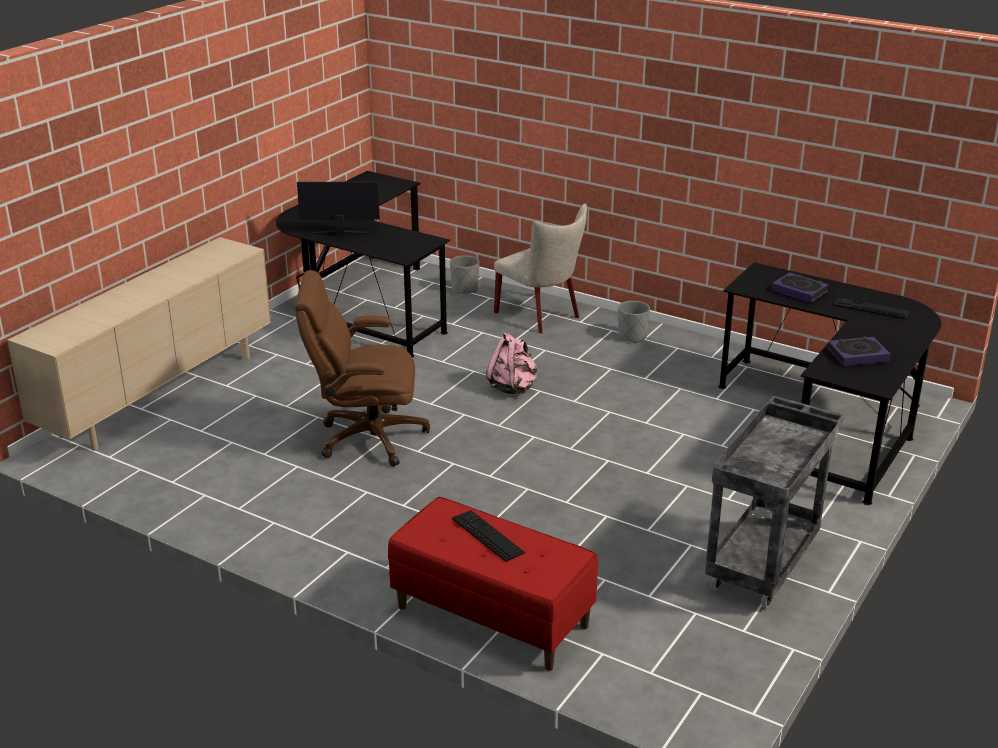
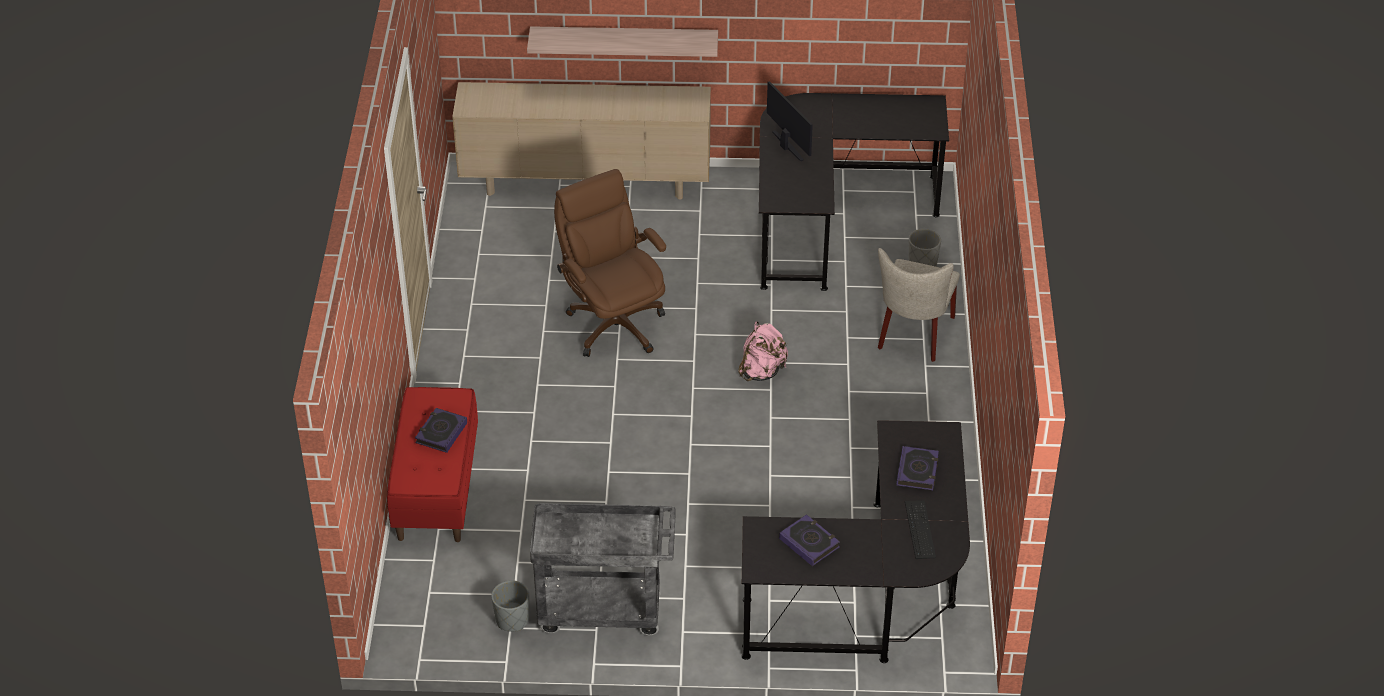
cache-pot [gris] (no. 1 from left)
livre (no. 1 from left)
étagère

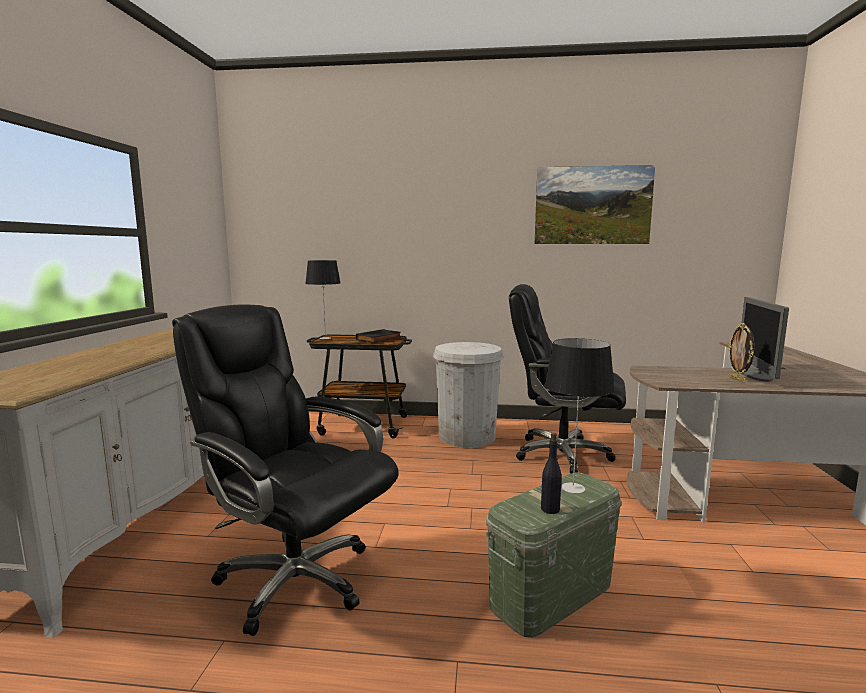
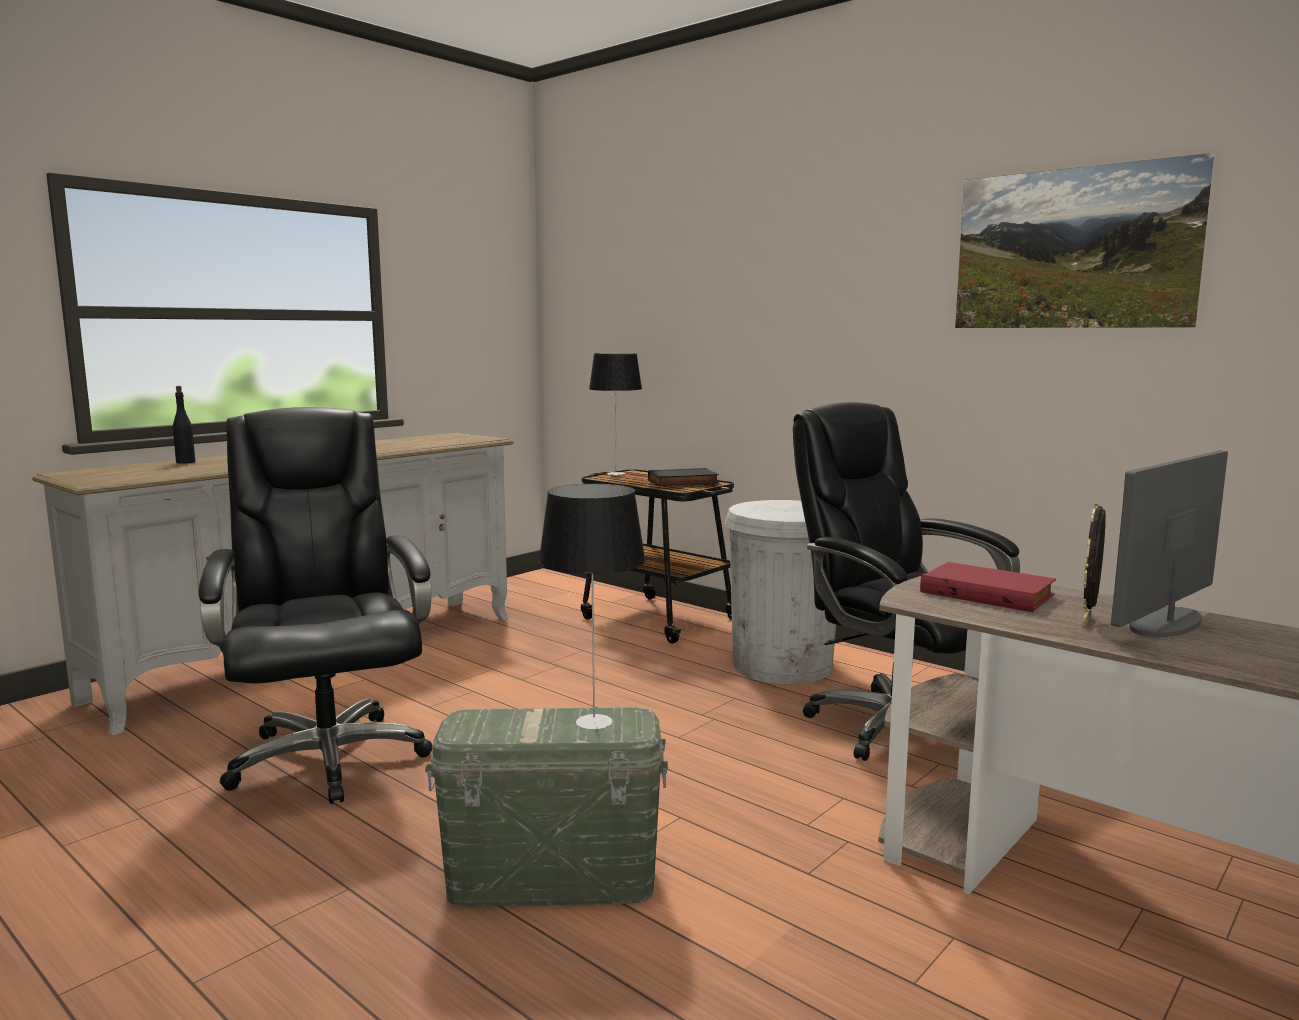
bouteille [noir]
livre [rouge]

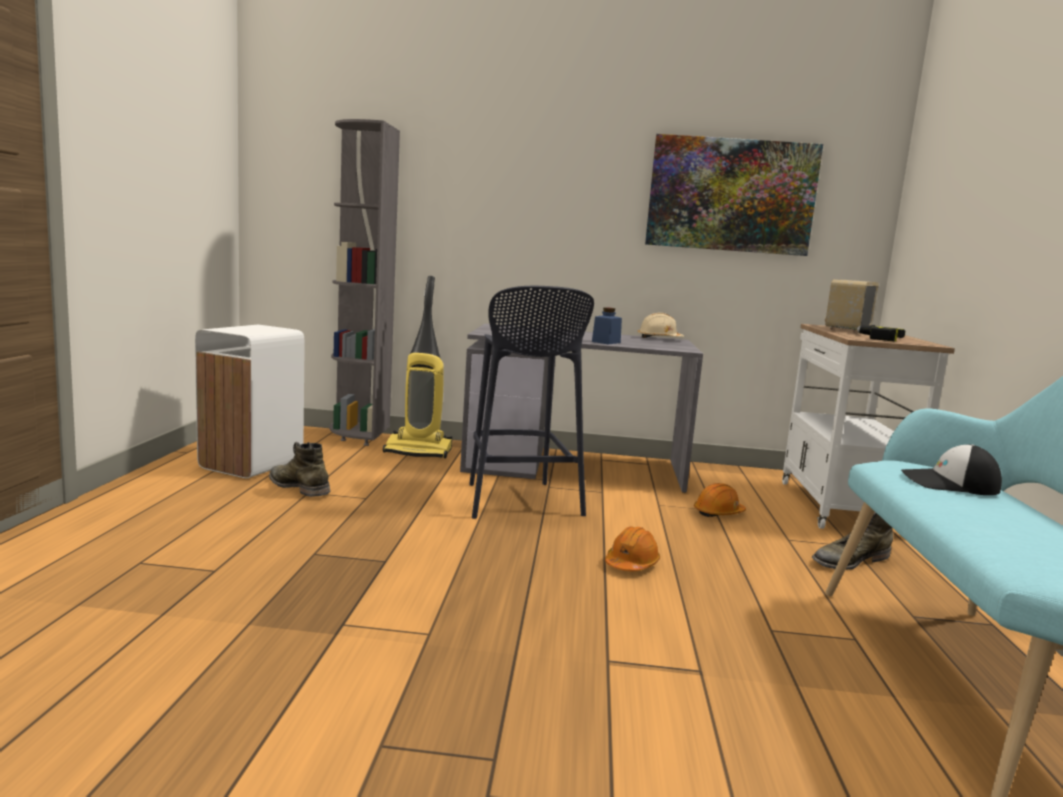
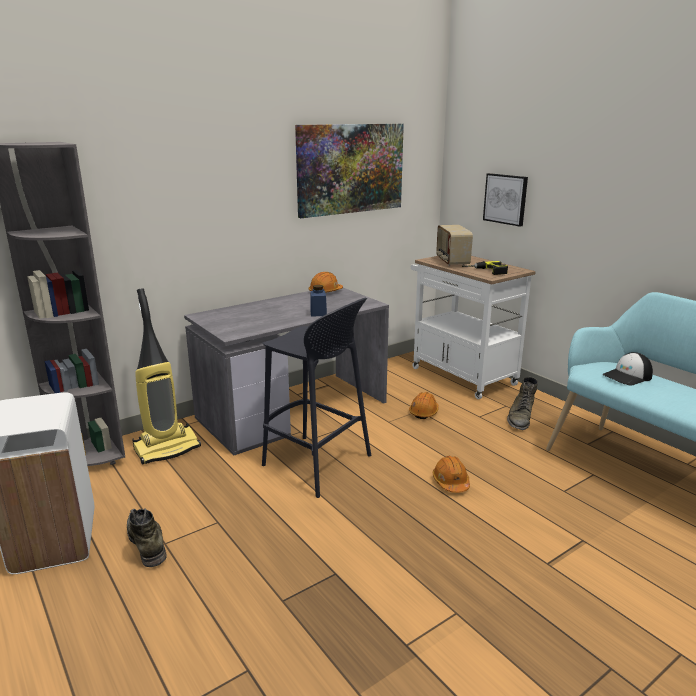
casque de chantier [orange] (no. 1 from left)
botte [vert] (no. 1 from left)
tableau (no. 2 from left)

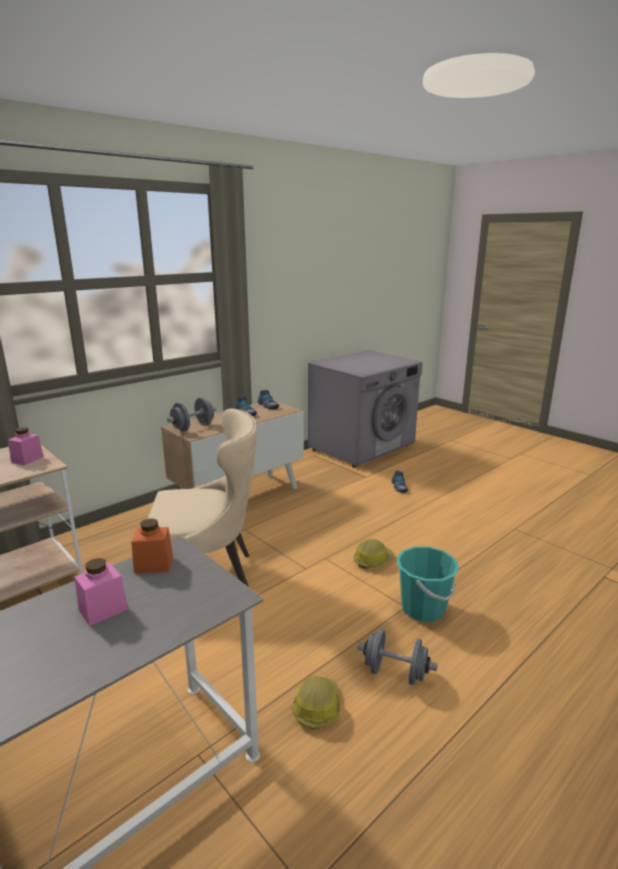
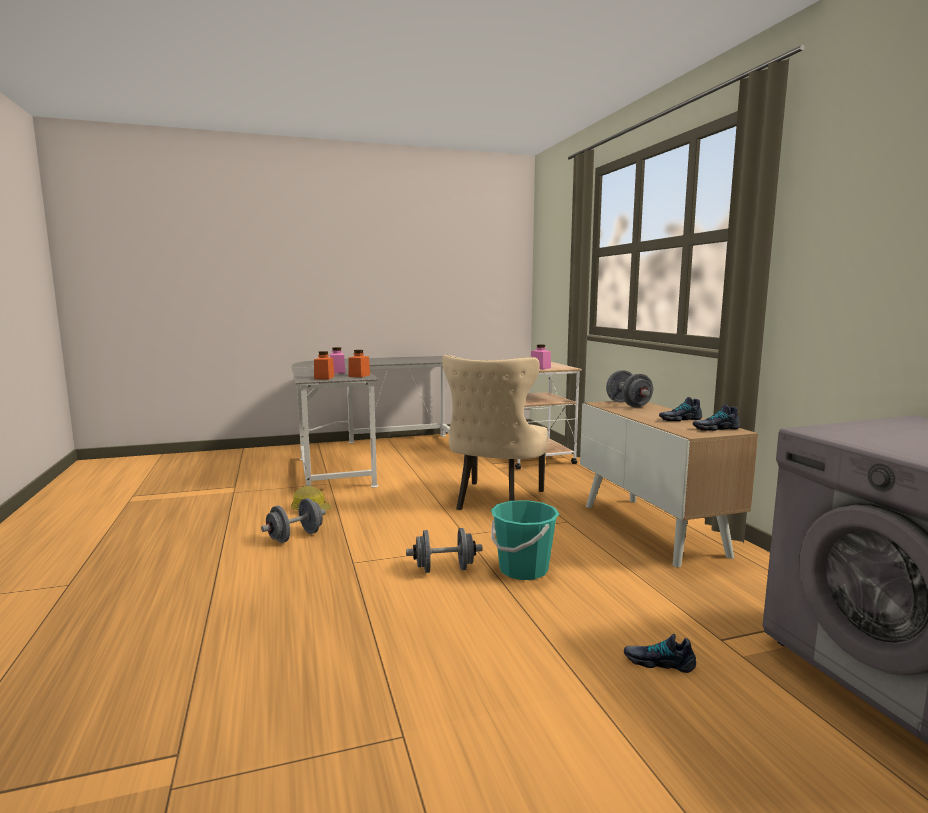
haltère [gris] (no. 2 from left)
seau [turquoise]
bocal [orange] (no. 1 from left)

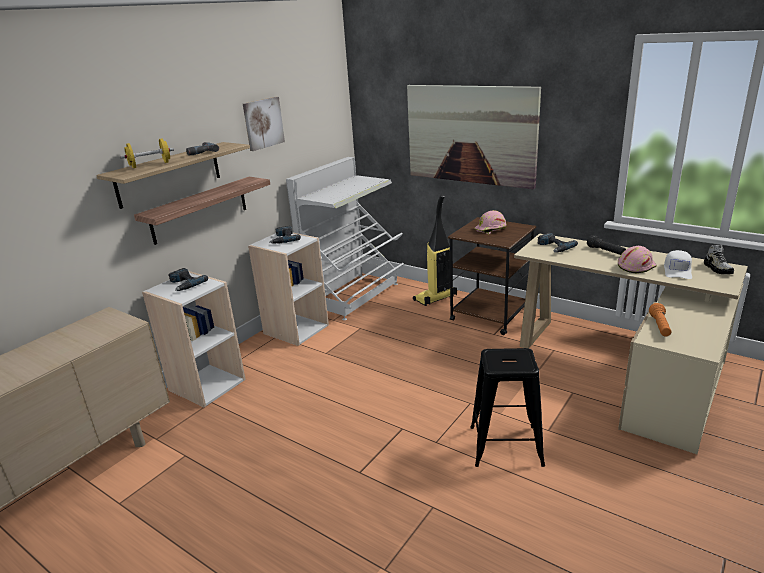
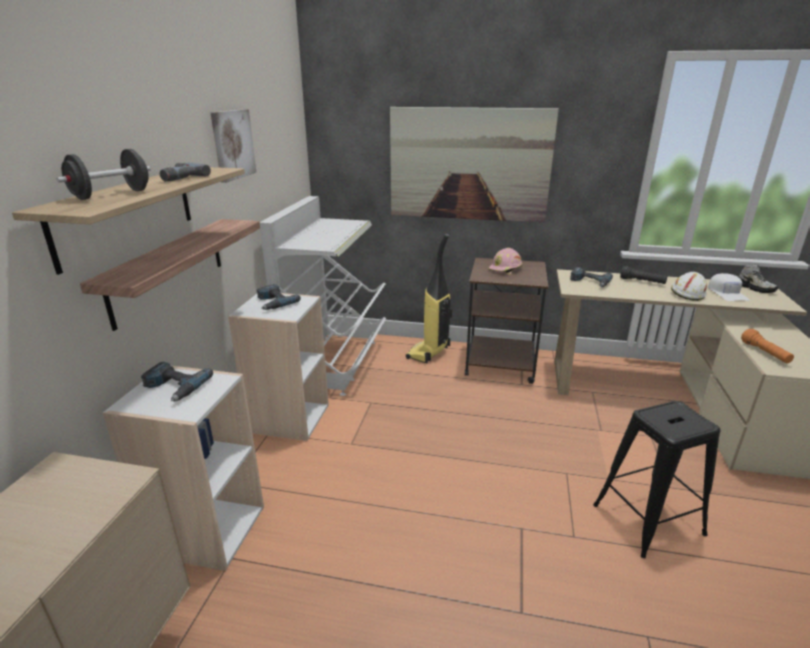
haltère [noir]
casque de chantier [blanc]

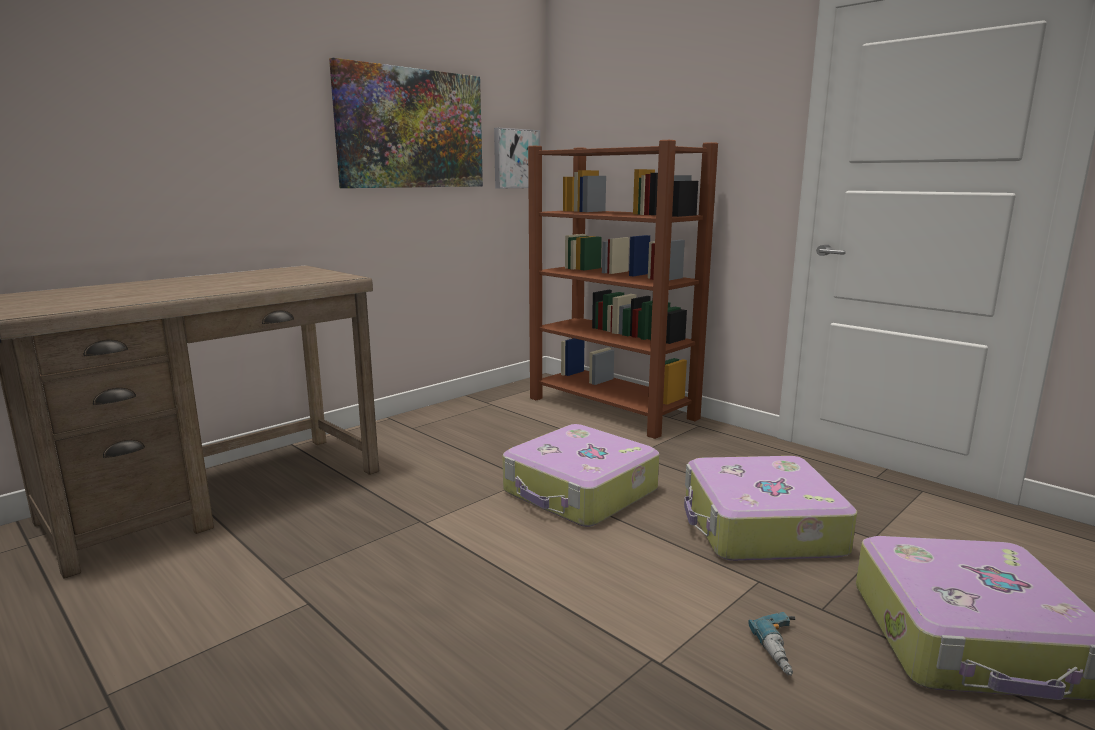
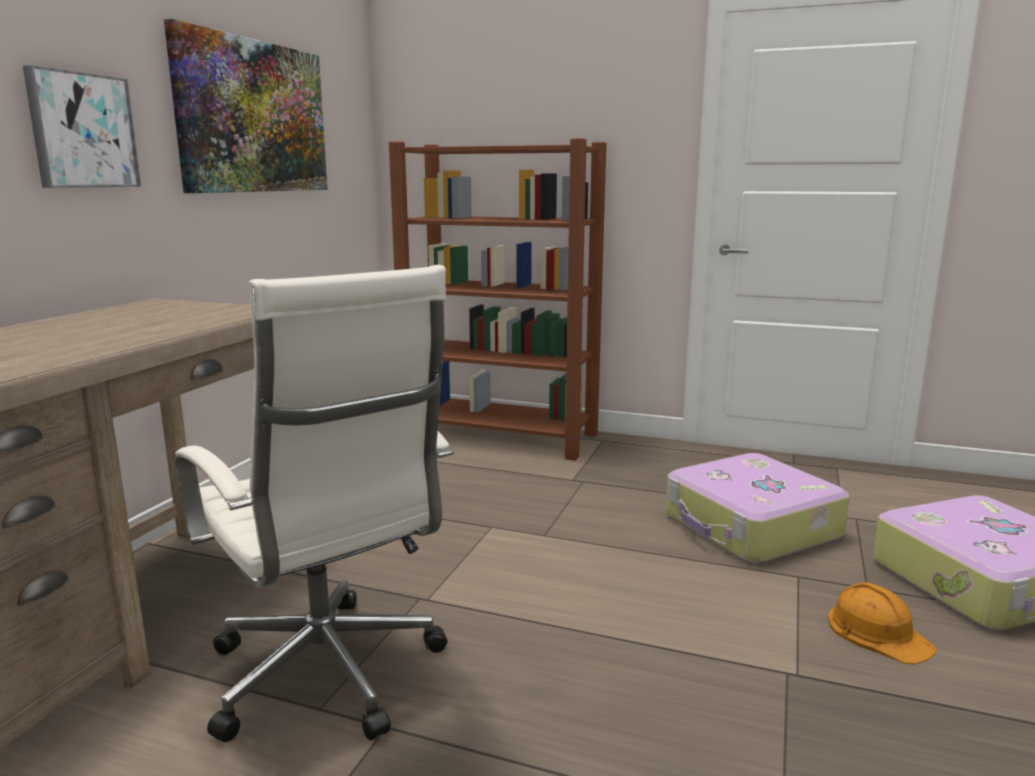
tableau (no. 1 from left)
valise (no. 1 from left in the first image)
casque de chantier [orange]
chaise de bureau [blanc]

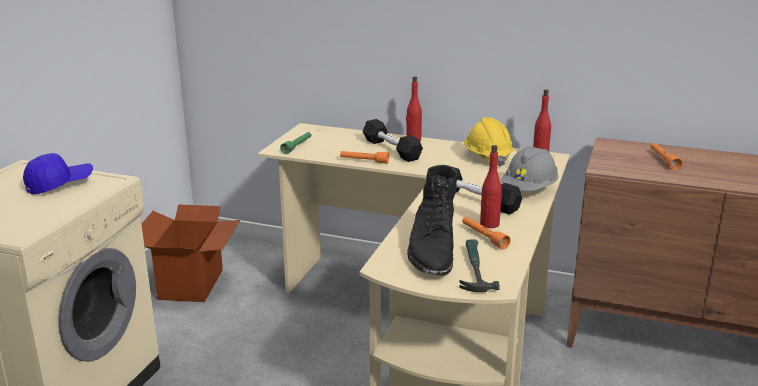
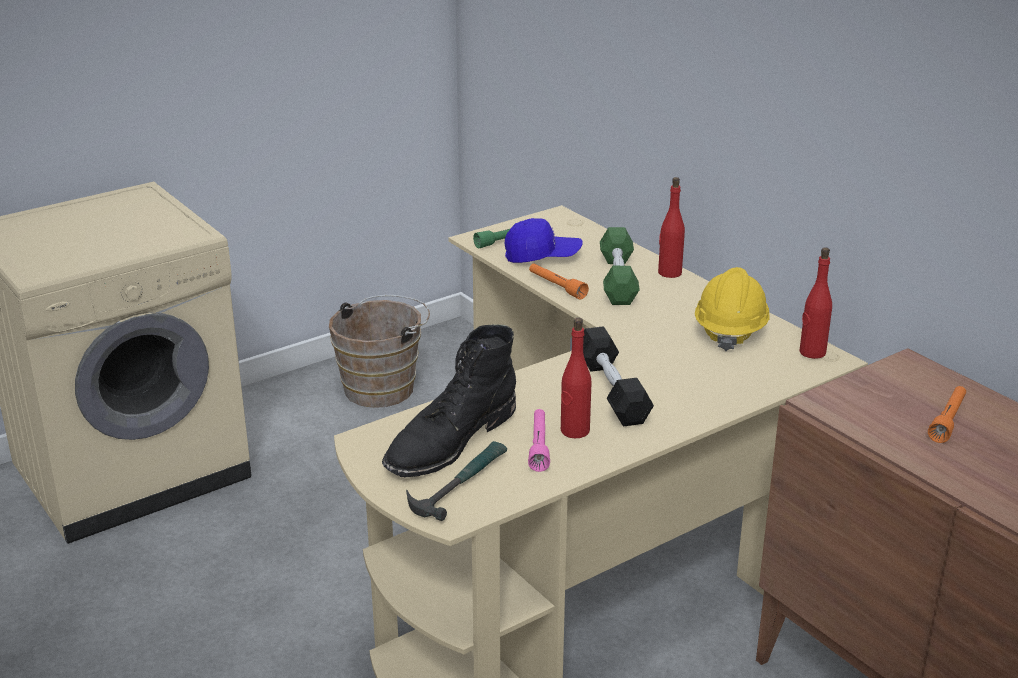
haltère [vert]
casque de chantier [gris]
casquette [bleu]
seau [marron]
lampe de poche [rose]

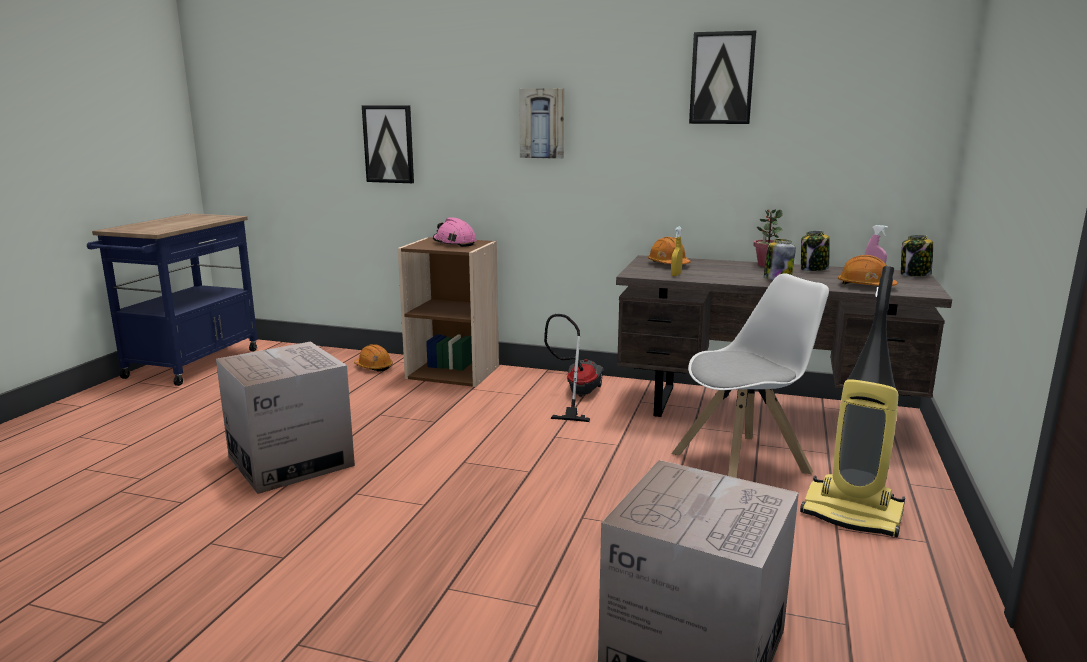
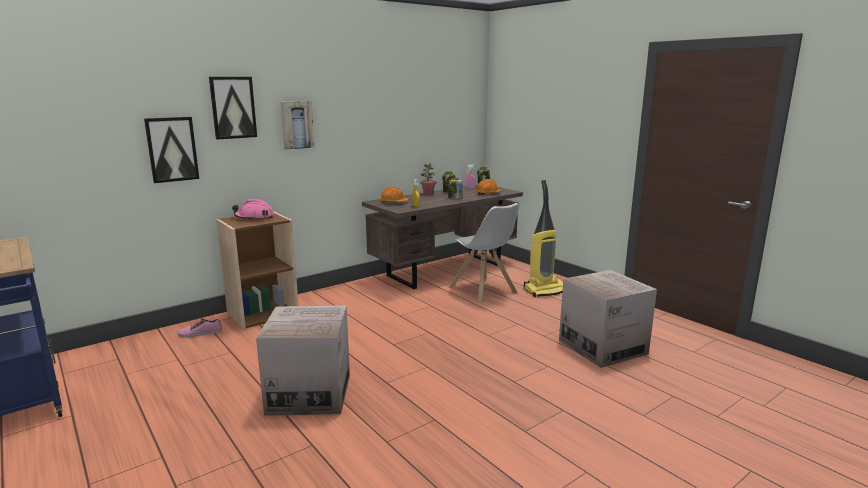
tableau (no. 2 from left)
chaise
aspirateur (no. 1 from left in the first image)
chaussure

